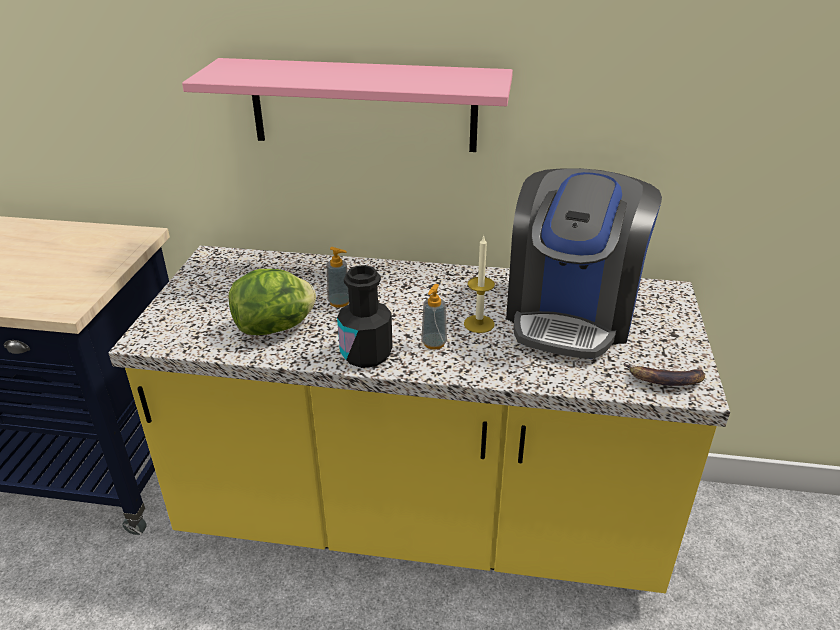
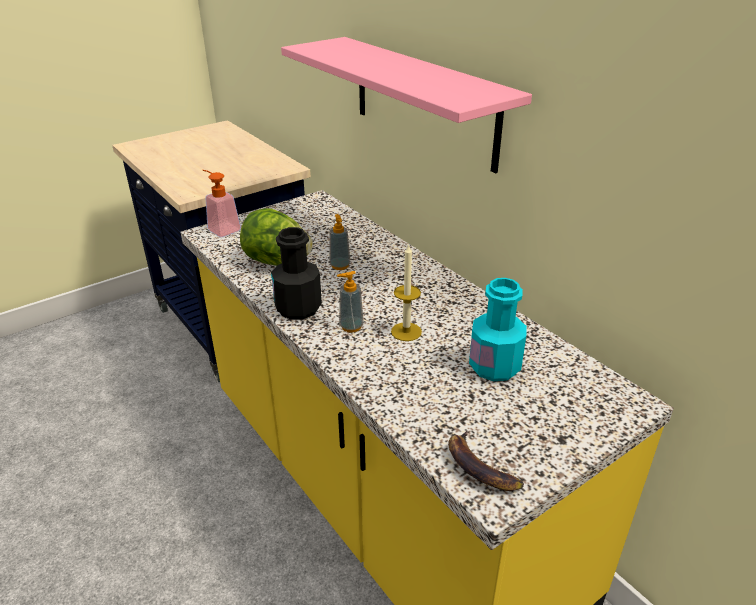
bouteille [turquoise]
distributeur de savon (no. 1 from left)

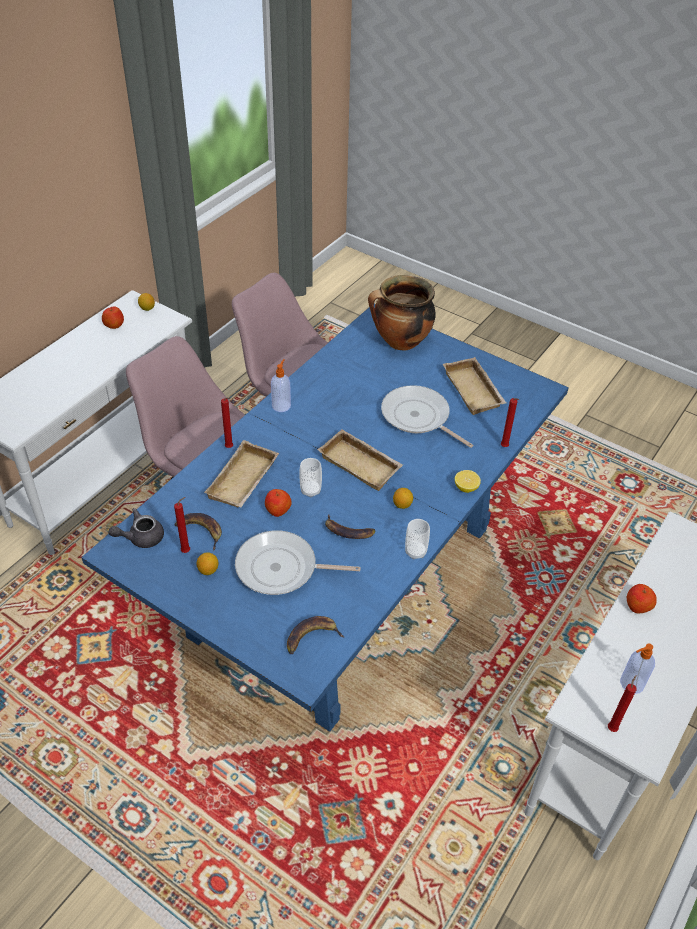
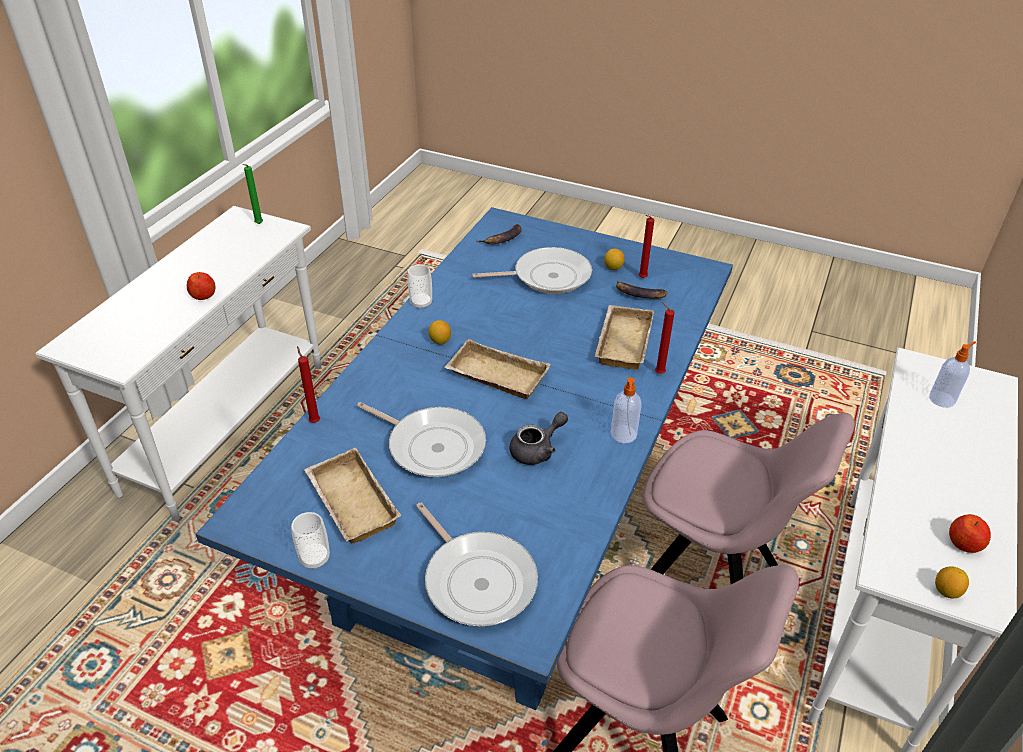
poêle (no. 2 from left)
tasse (no. 1 from left)
citron (no. 4 from left in the first image)
pomme (no. 2 from left in the first image)
théière [gris]
banane (no. 3 from left in the first image)
distributeur de savon (no. 2 from left)
bougie [vert]

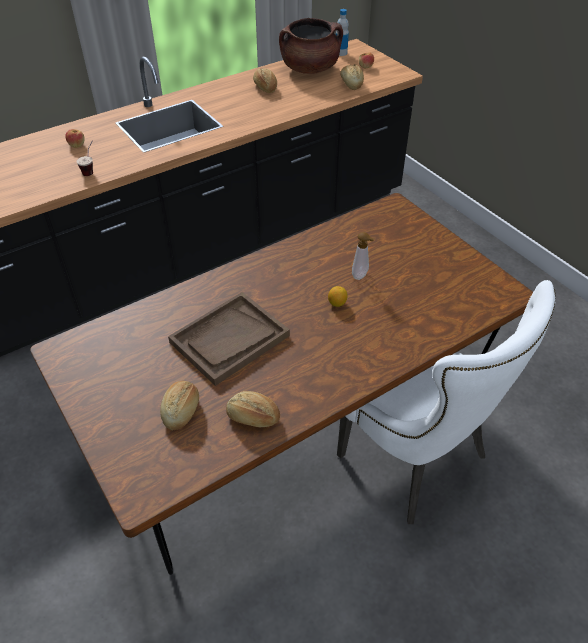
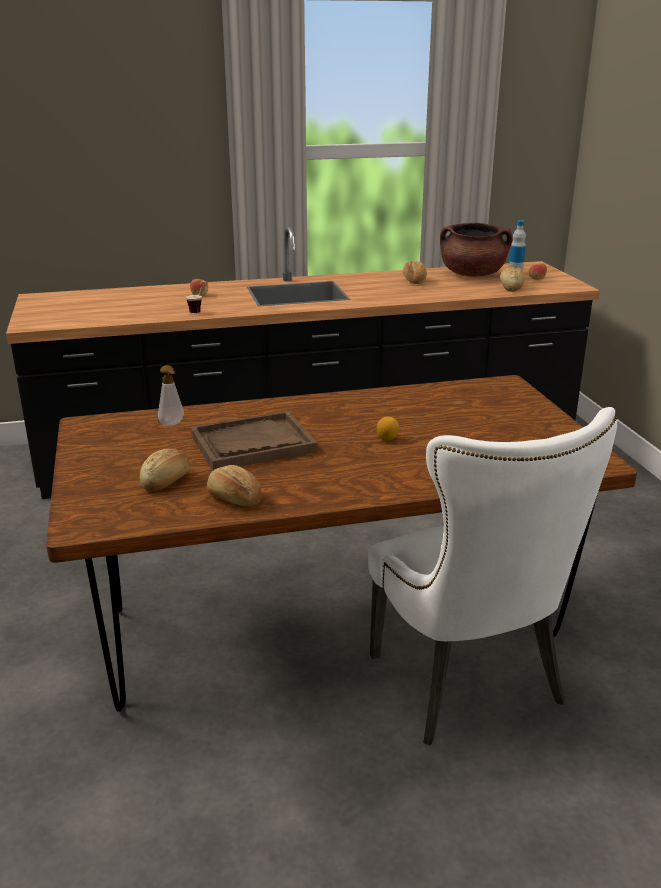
distributeur de savon

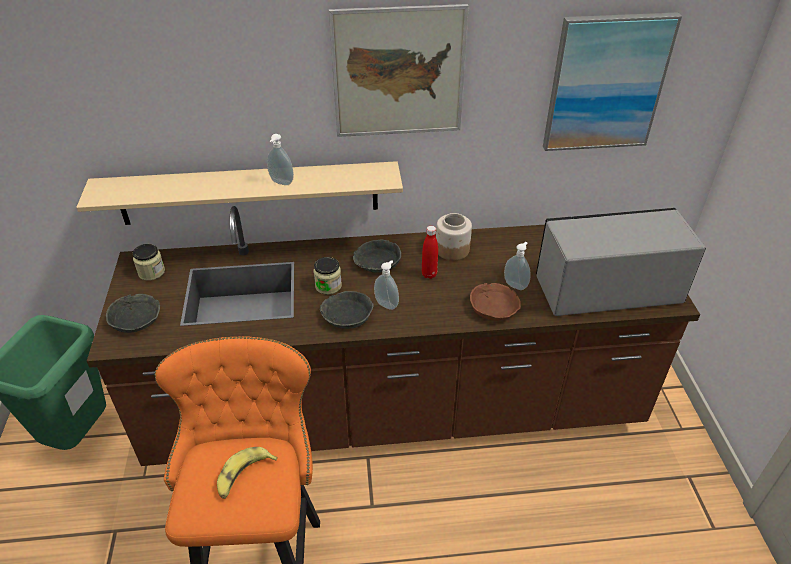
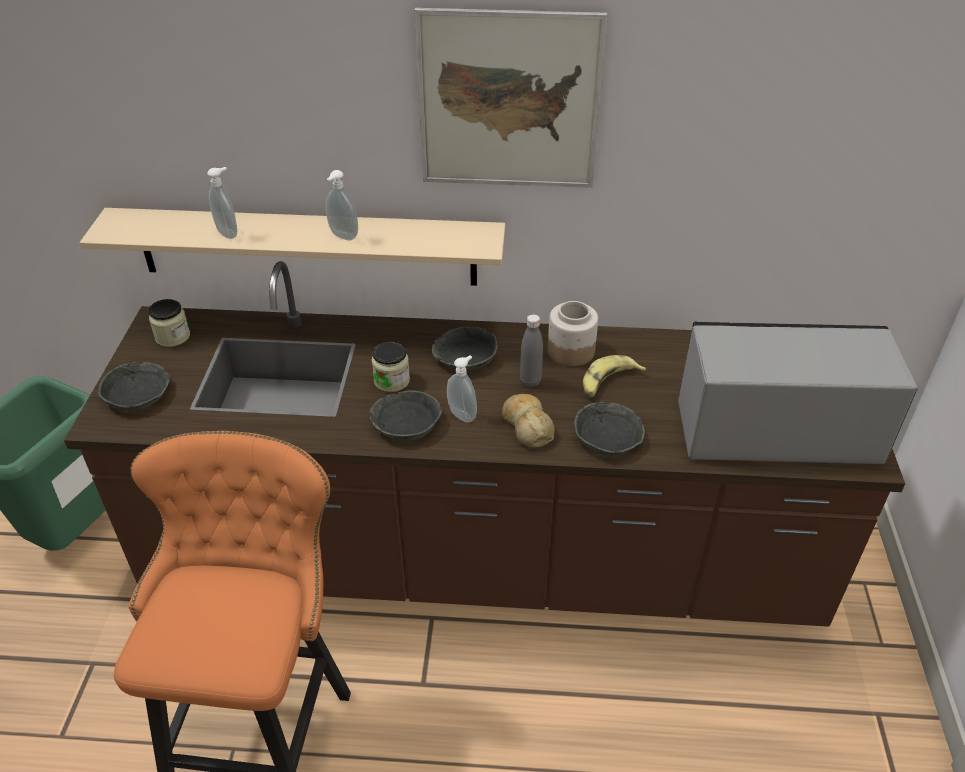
tableau (no. 2 from left in the first image)
bouteille [gris]
distributeur de savon (no. 1 from left)
bol [gris] (no. 4 from left)
banane
pain

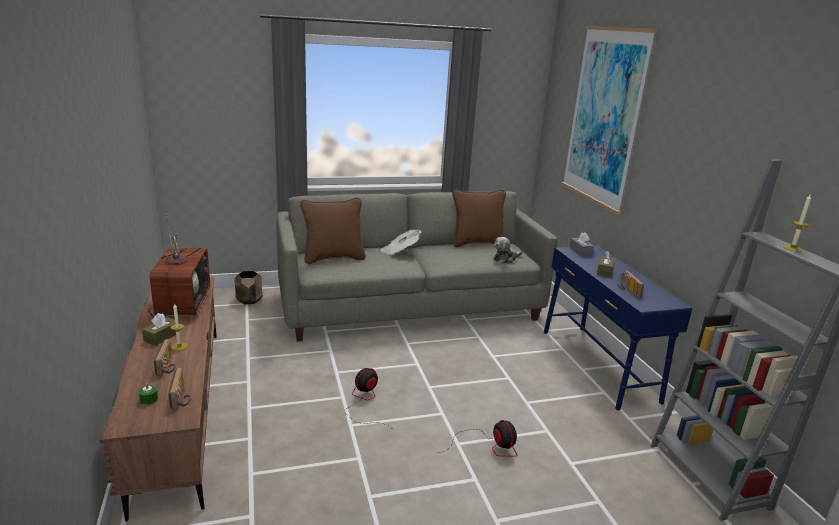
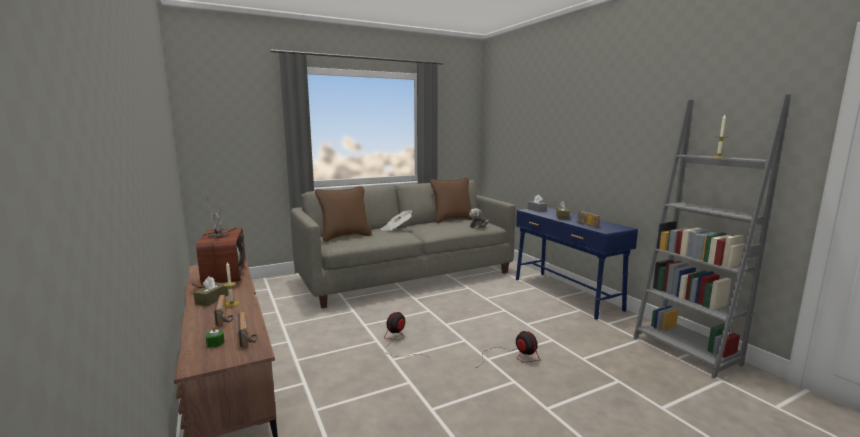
tableau
cache-pot [marron]

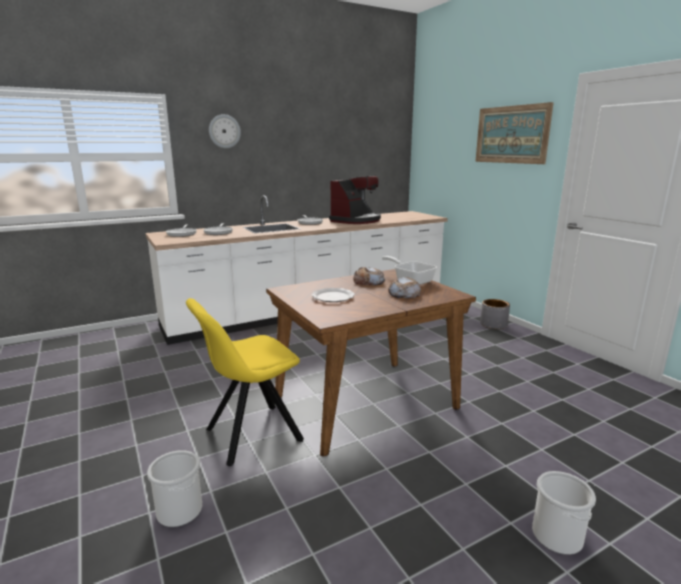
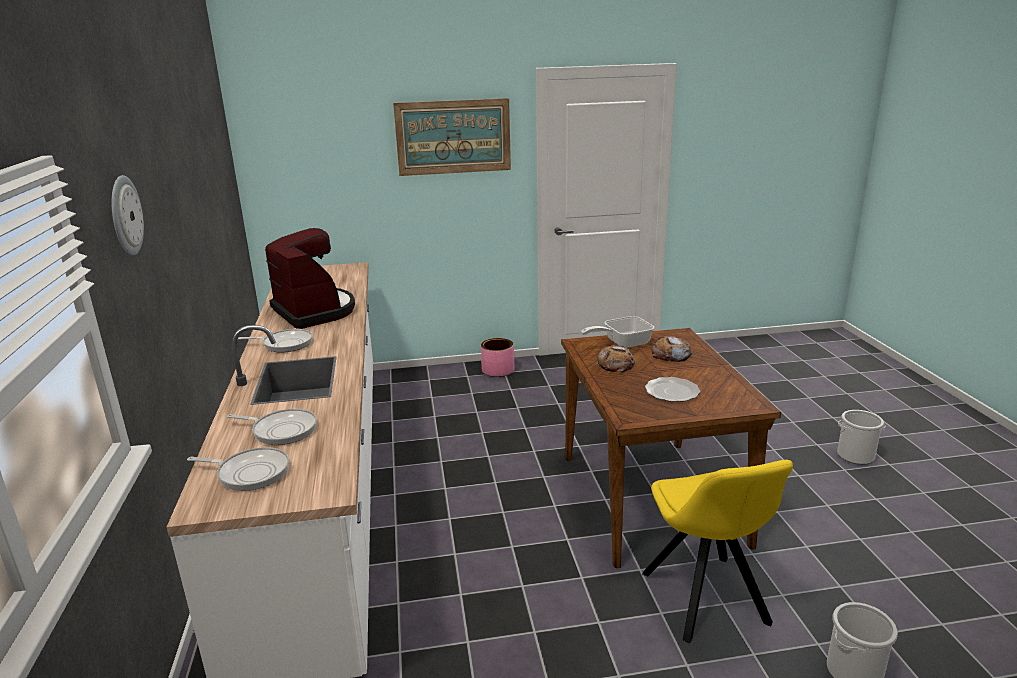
cache-pot [rose]

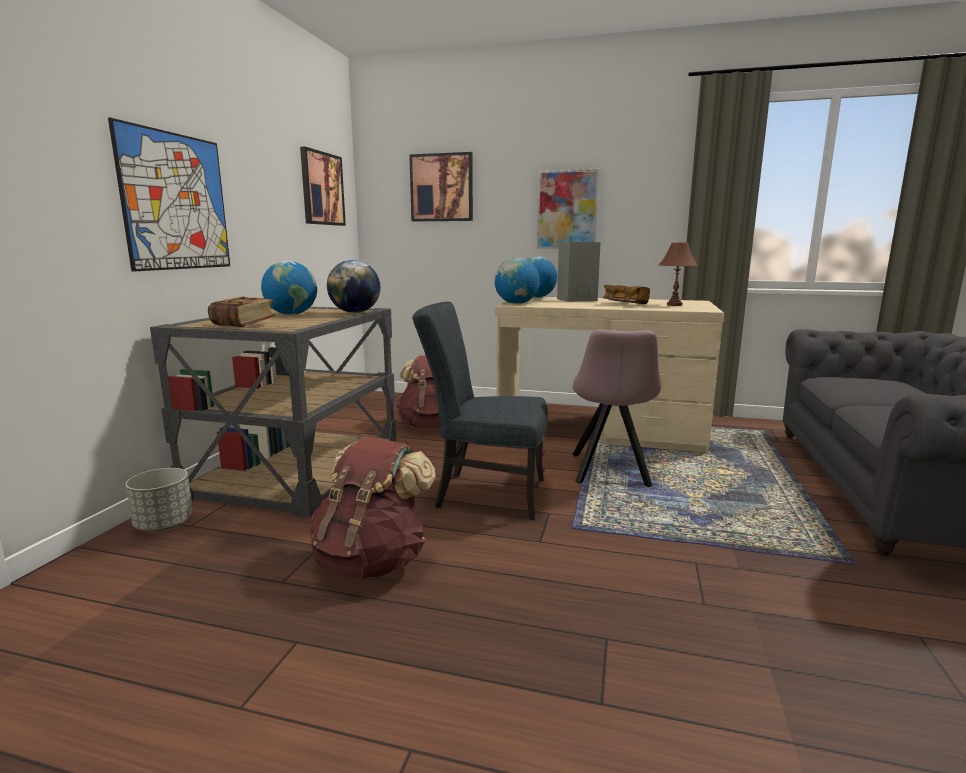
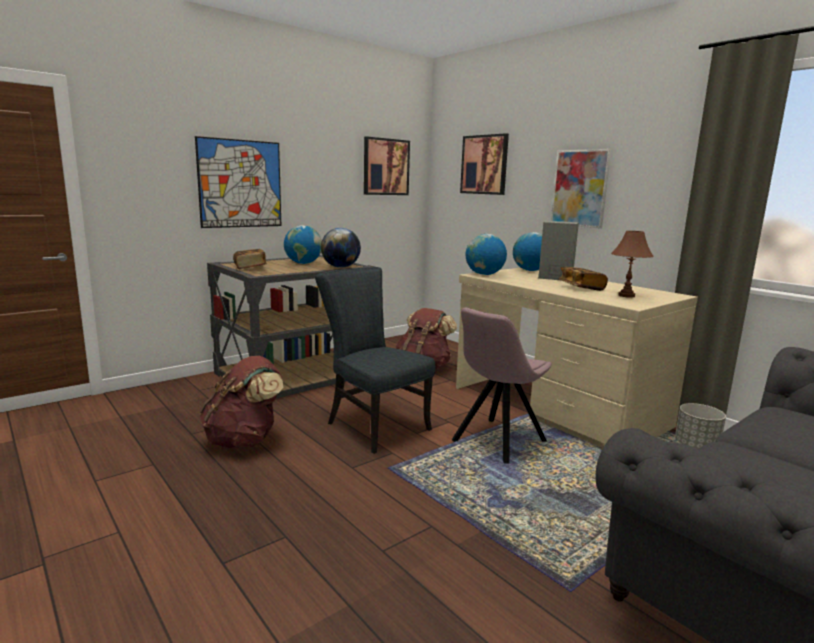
cache-pot [gris]

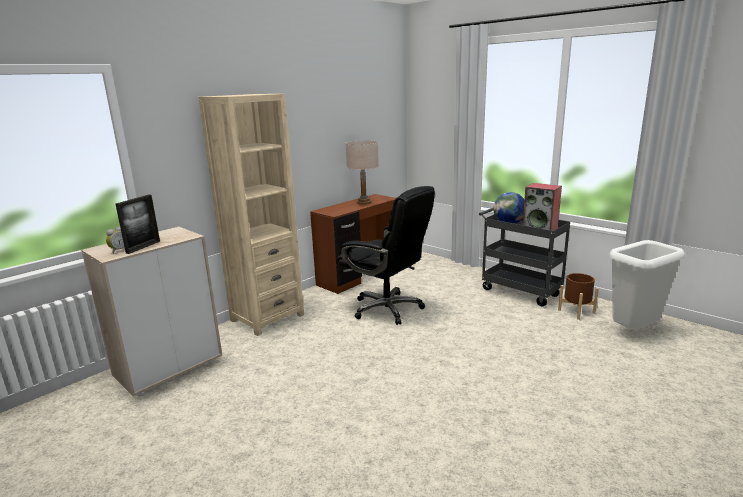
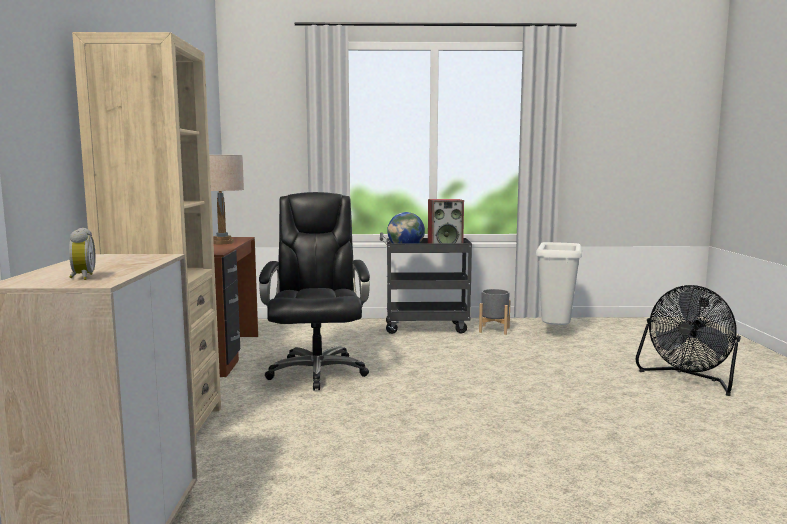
chaise de bureau [noir]
cadre photo
cache-pot [gris]
ventilateur [noir]

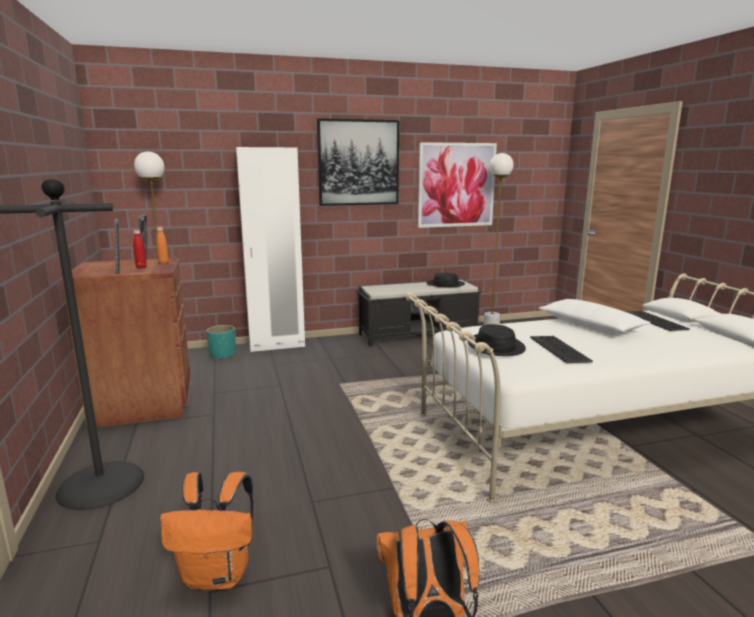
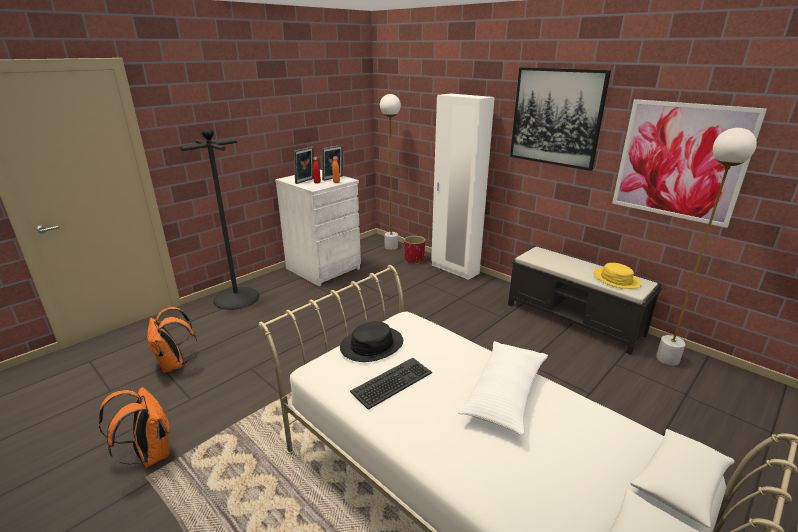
commode [blanc]
chapeau [jaune]
clavier (no. 2 from left in the first image)
cache-pot [rouge]

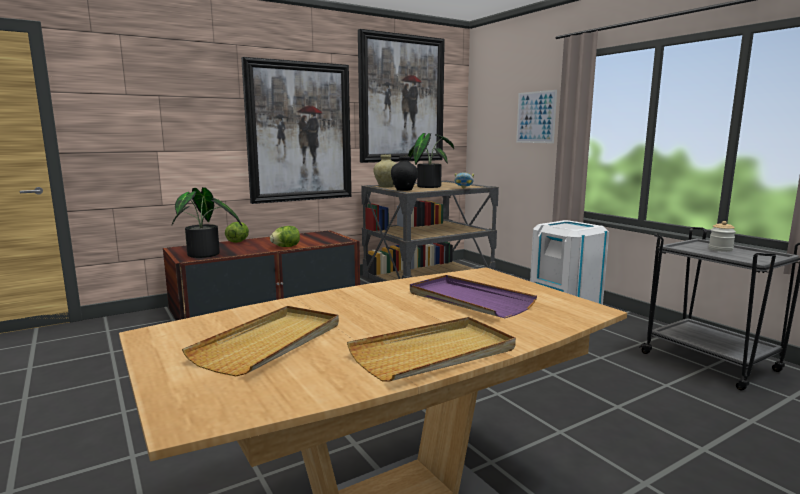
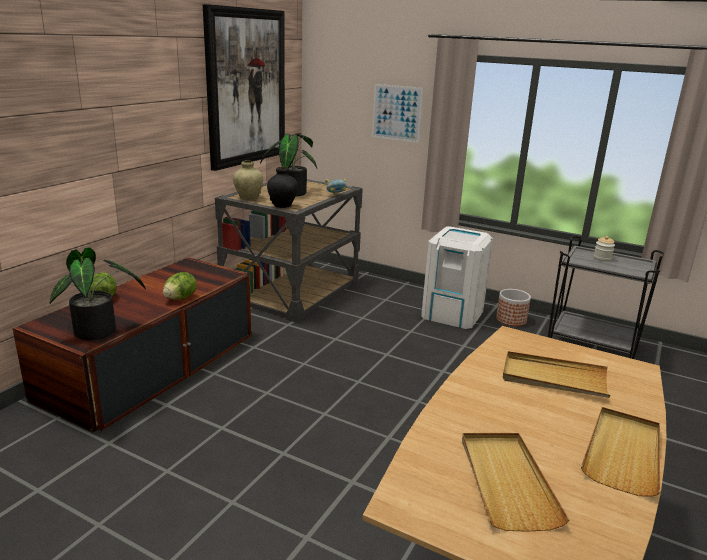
tableau (no. 1 from left in the first image)
plateau [beige] (no. 2 from left)
cache-pot

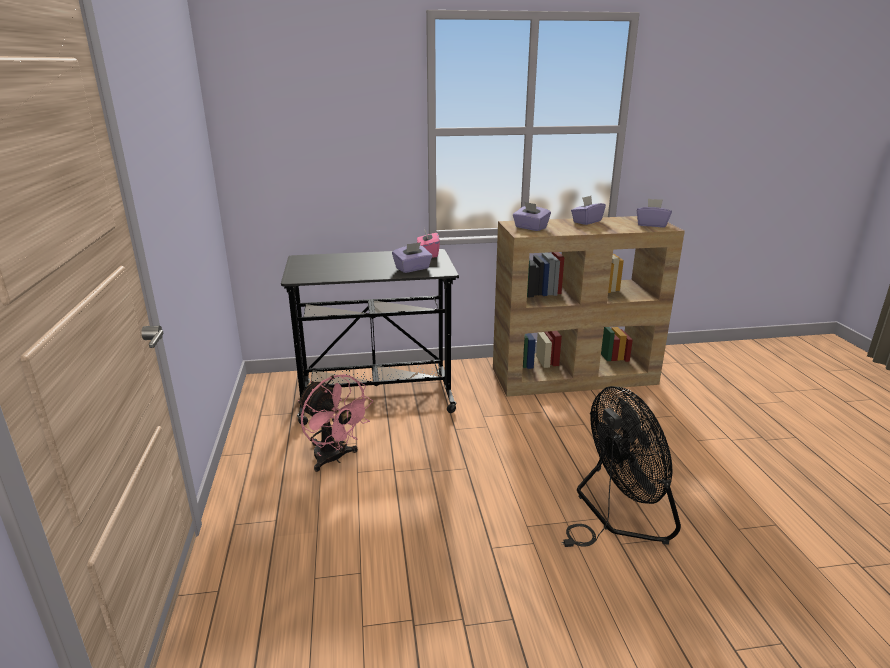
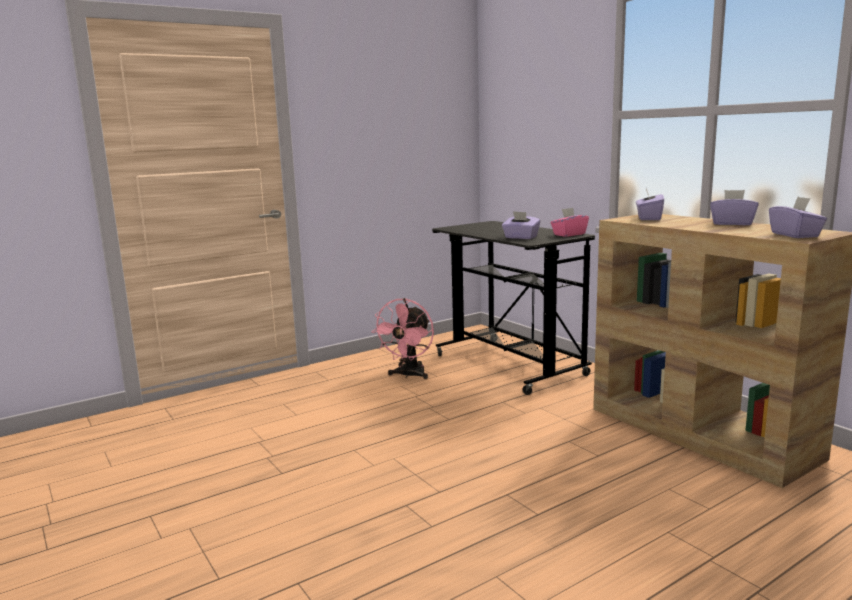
ventilateur [noir]

